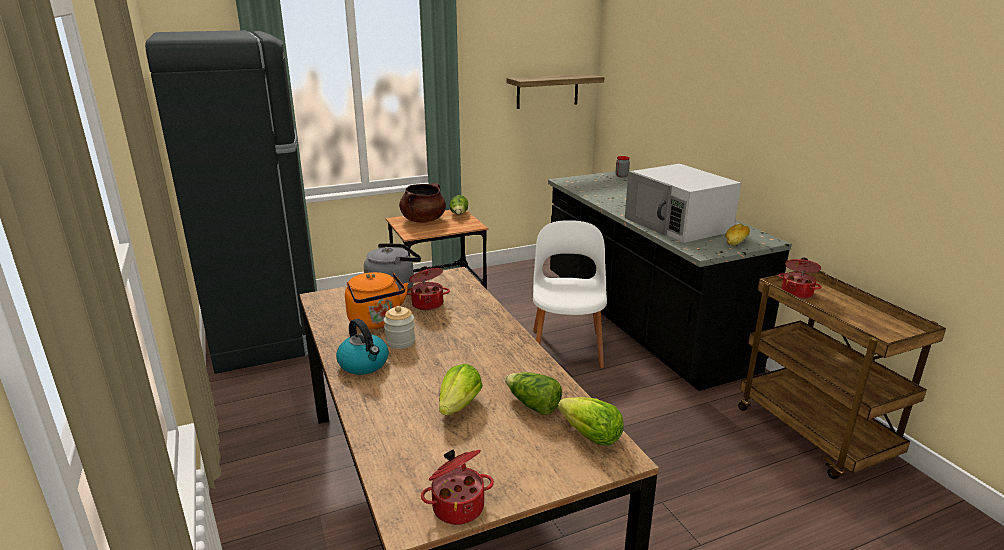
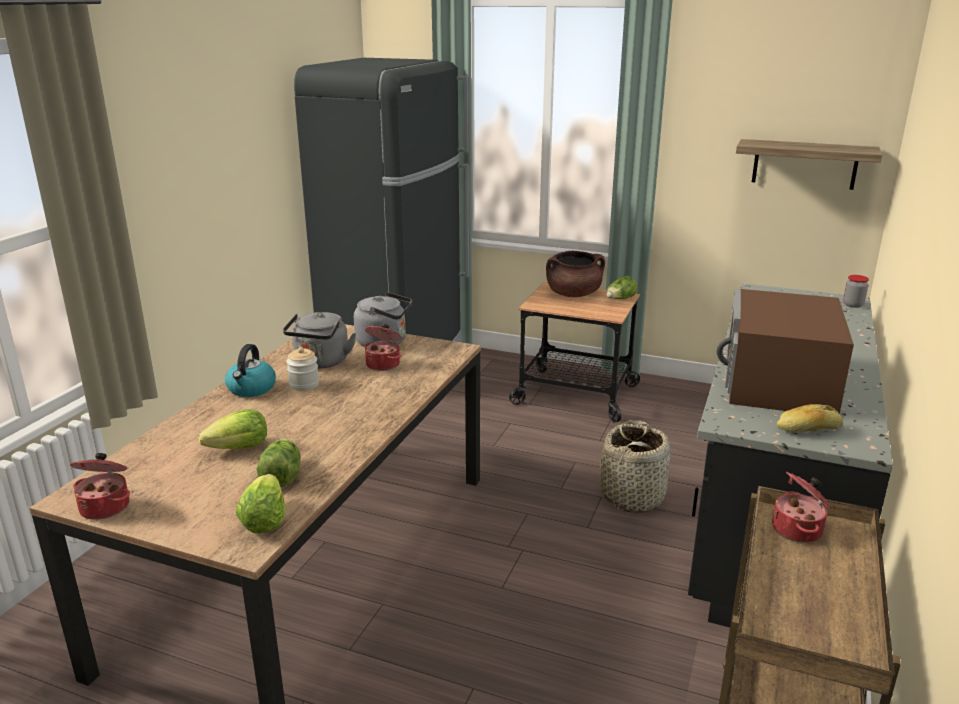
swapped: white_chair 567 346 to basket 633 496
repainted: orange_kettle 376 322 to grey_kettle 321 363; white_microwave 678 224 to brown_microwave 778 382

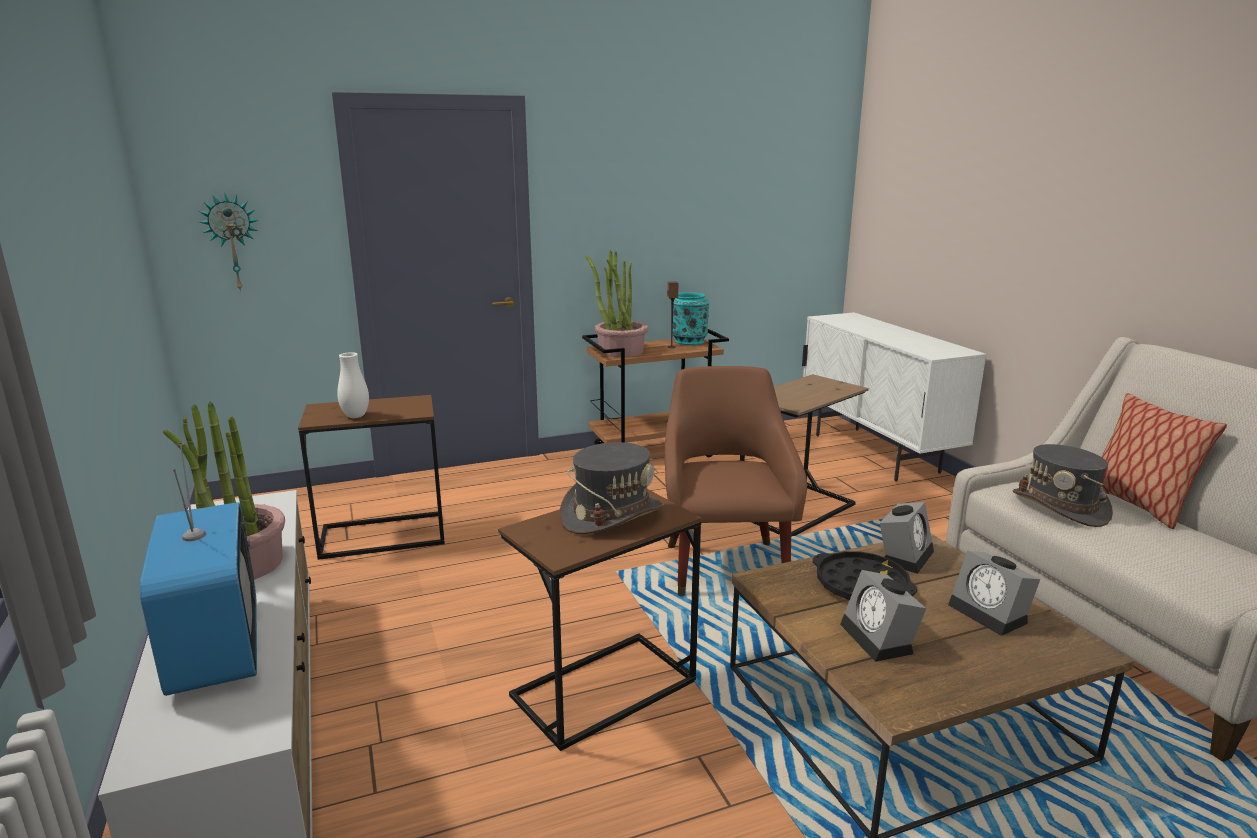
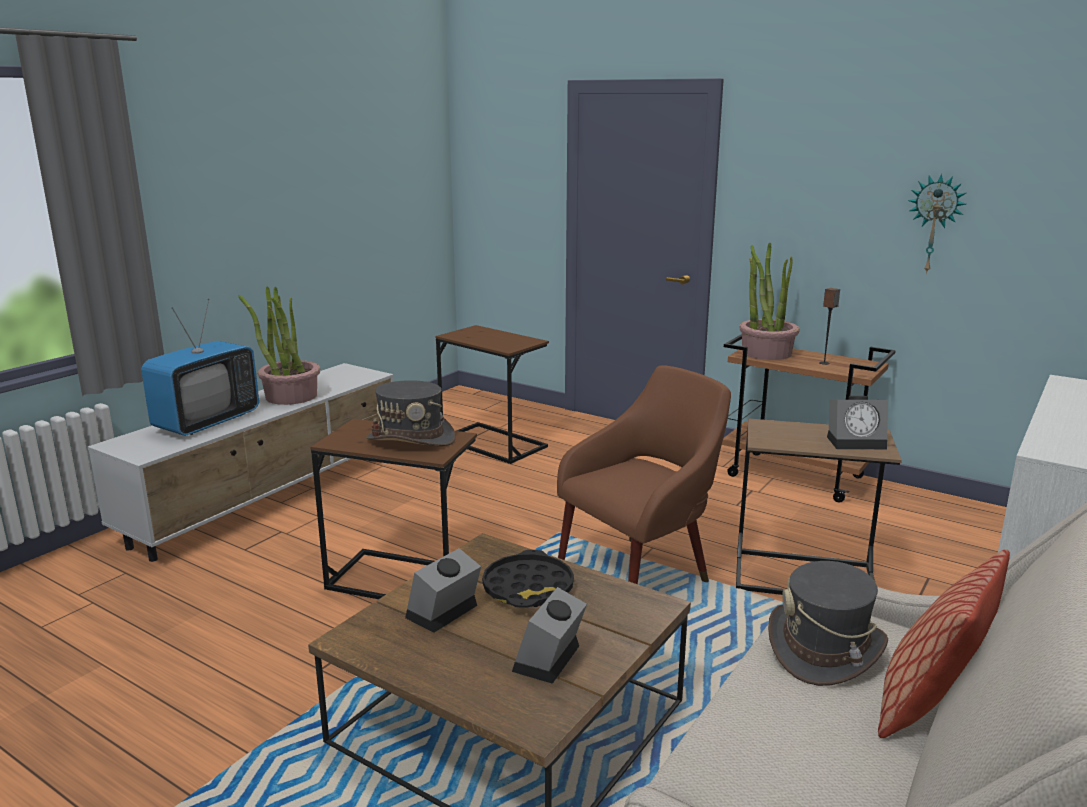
gone: white_vase 355 416; turquoise_vase 689 341
shifted: wall_clock 233 243 to 934 224; alarm_clock 905 555 to 857 441

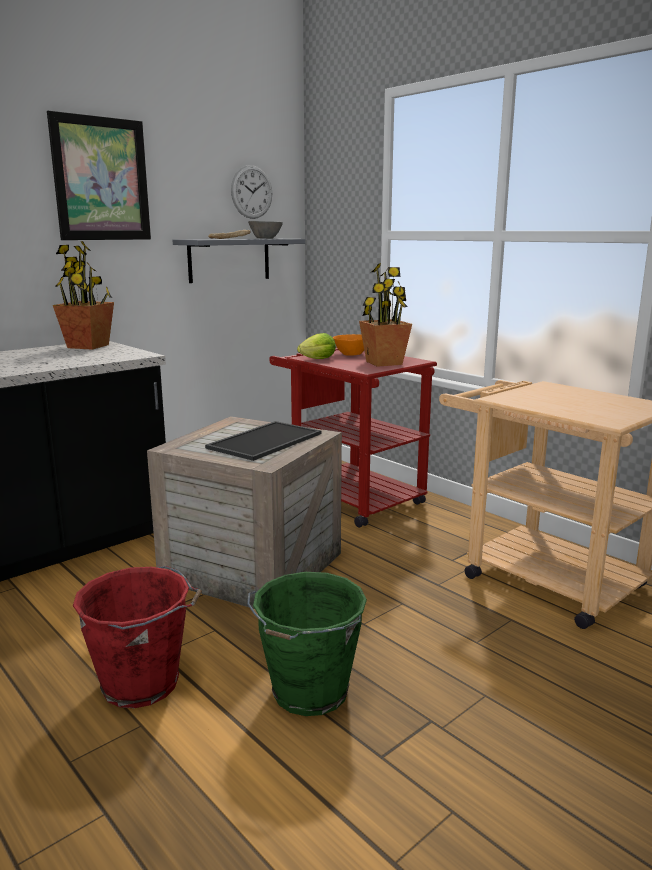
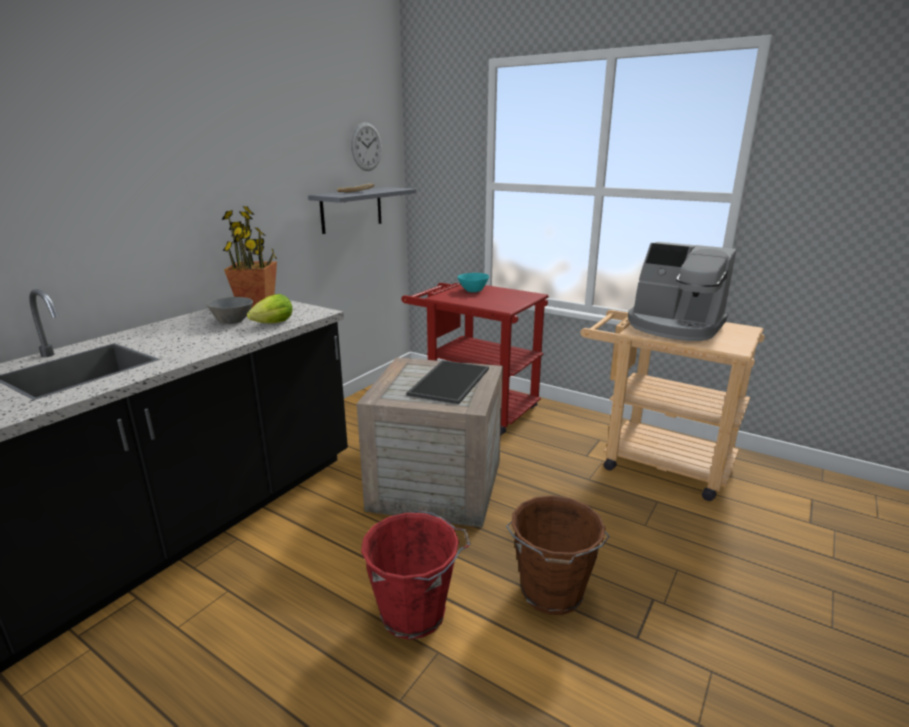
gone: picture 101 179; potted_plant 383 363
new: coffee_machine 674 326
shifted: grey_bowl 266 238 to 233 321; lettuce 316 359 to 271 324
repainted: green_bucket 308 693 to brown_bucket 551 594; orange_bowl 350 354 to turquoise_bowl 472 290

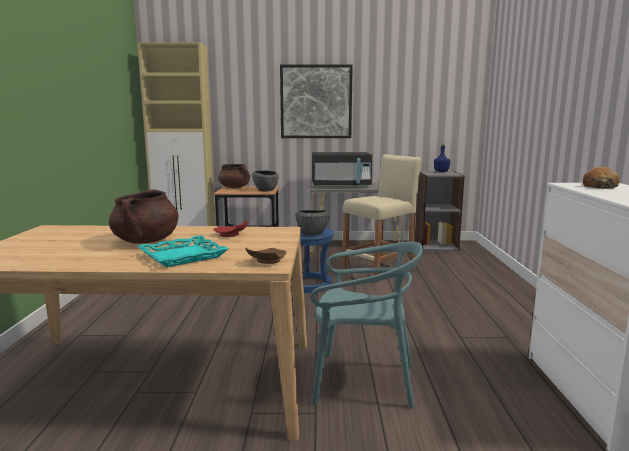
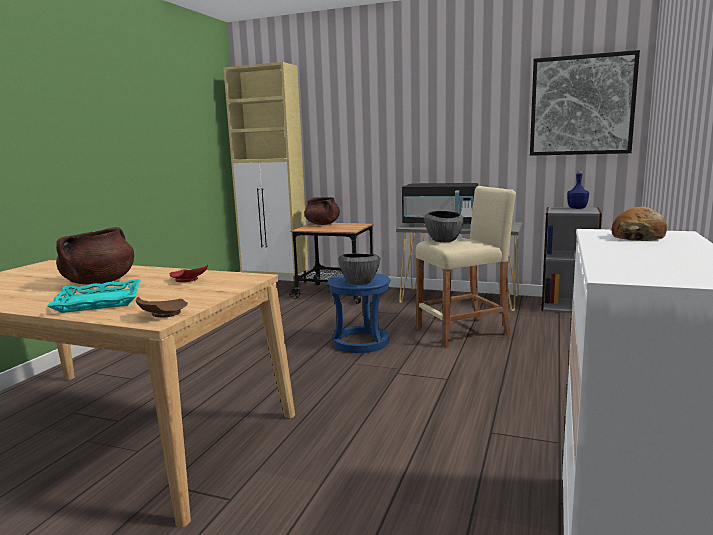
gone: turquoise_chair 363 381
shifted: bowl 265 190 to 443 241; picture 316 102 to 581 105

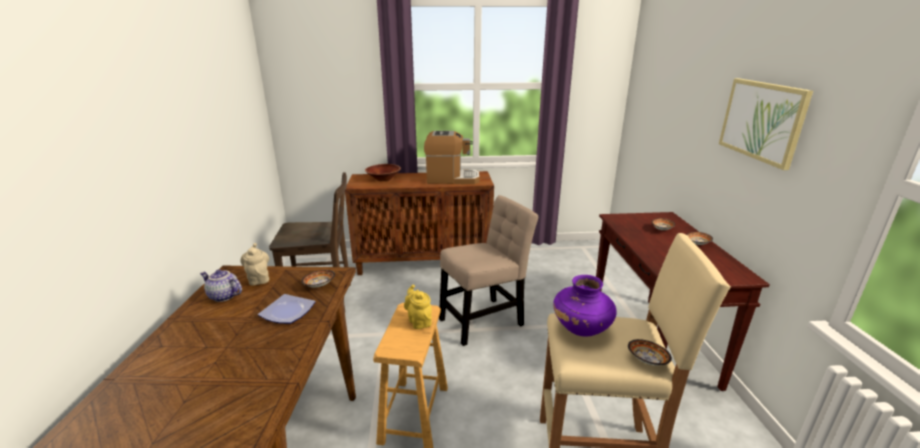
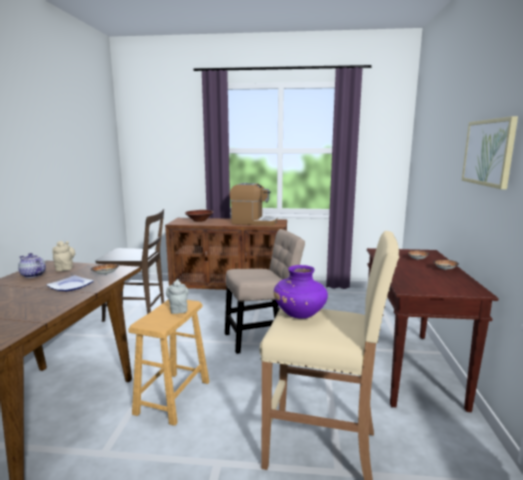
gone: bowl 647 361
repainted: yellow_teapot 419 321 to grey_teapot 178 309

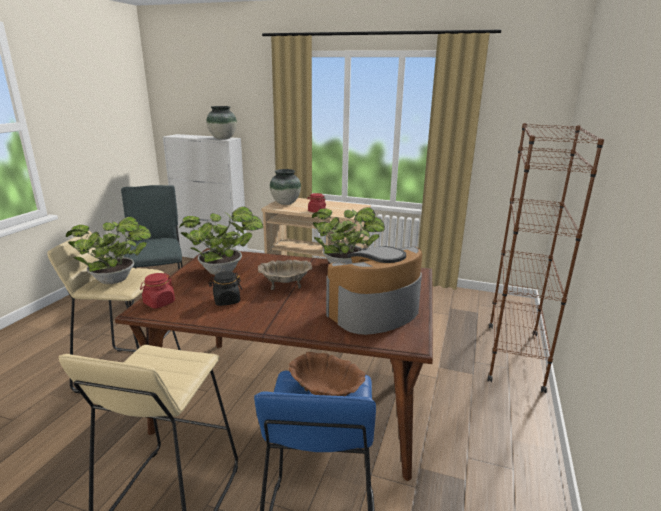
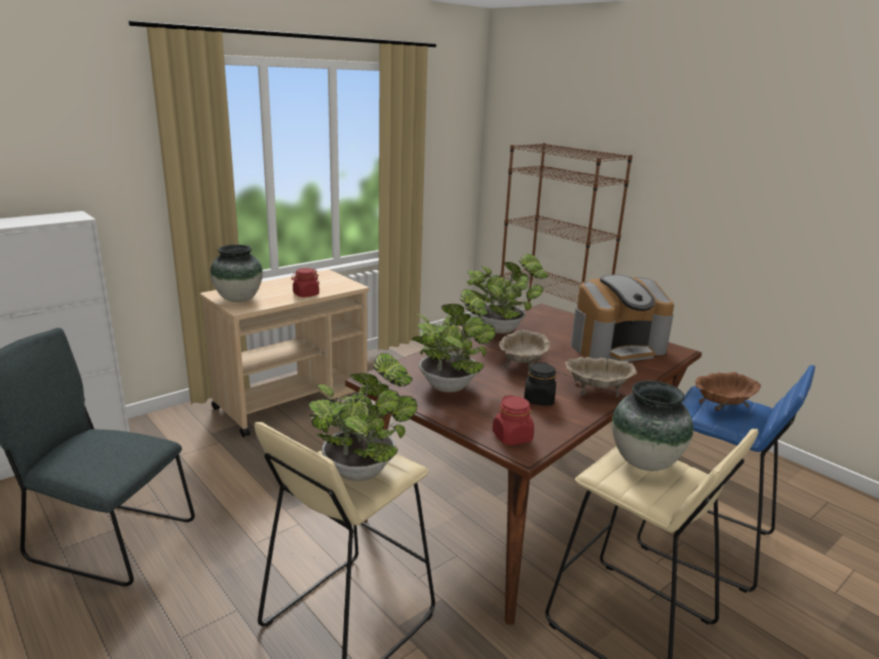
new: beige_bowl 597 390
shifted: vase 223 138 to 644 462
rotated: coffee_machine 374 312 = 616 347 105 degrees counterclockwise

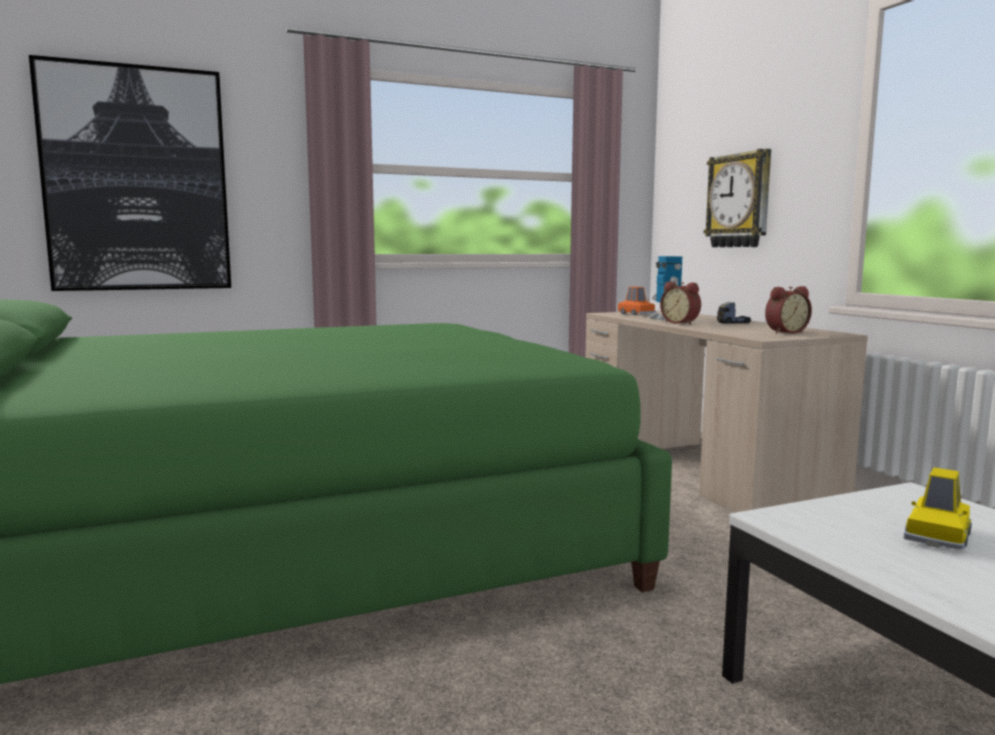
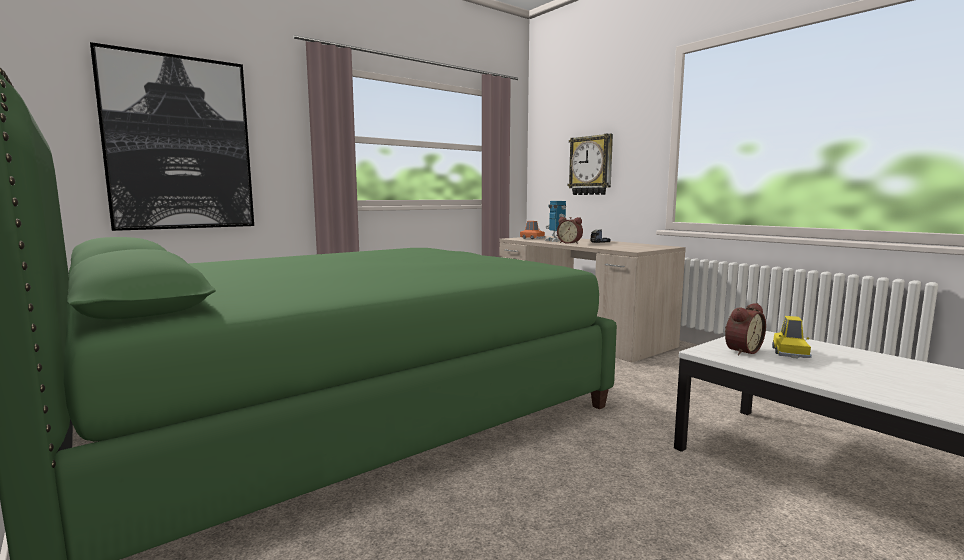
shifted: alarm_clock 784 332 to 741 350

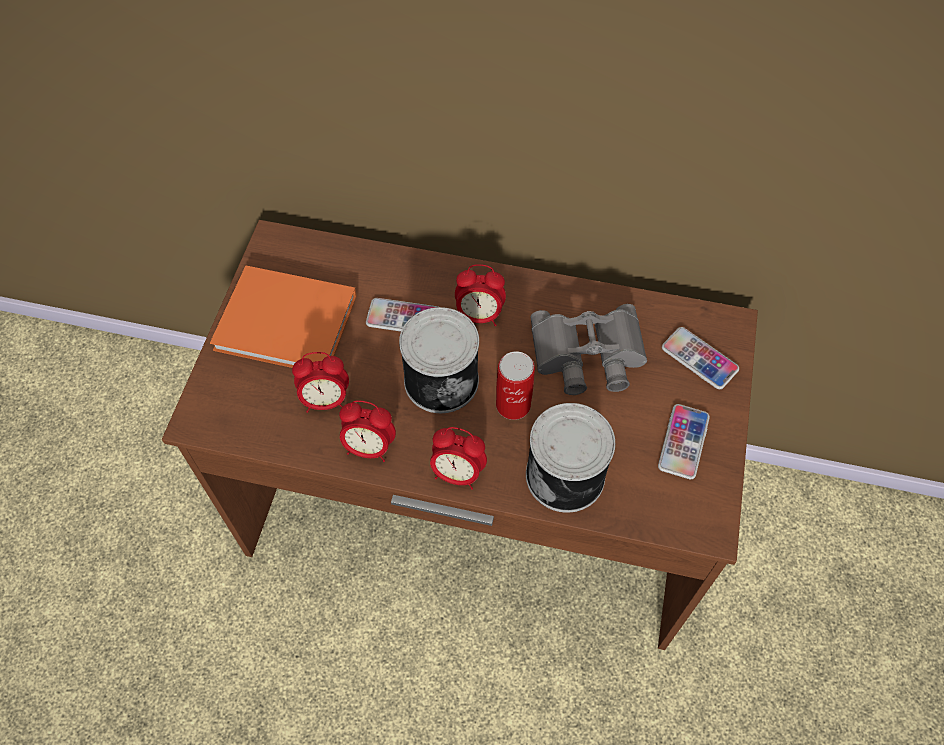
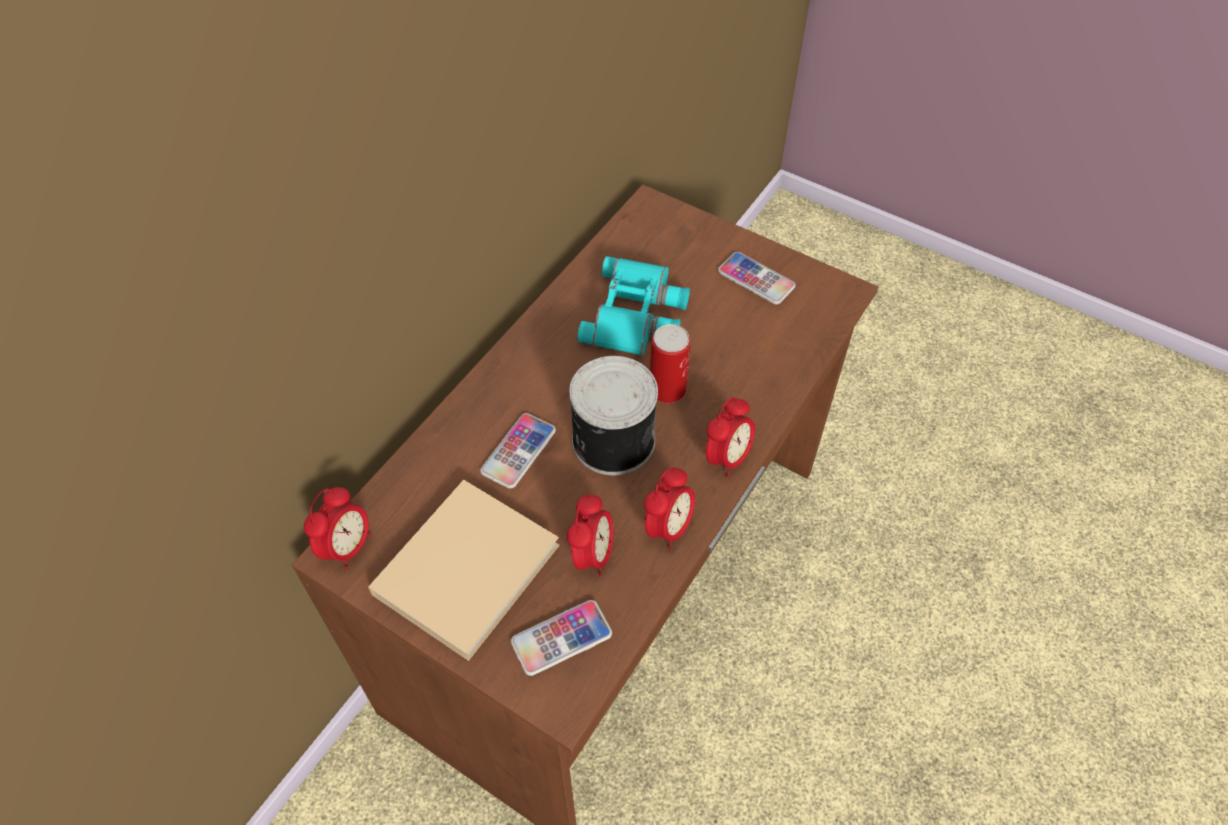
gone: can 567 474
shifted: alarm_clock 479 315 to 347 547; phone 699 359 to 561 638
repainted: orange_book 290 323 to beige_book 470 566; grey_binoculars 587 356 to turquoise_binoculars 637 314

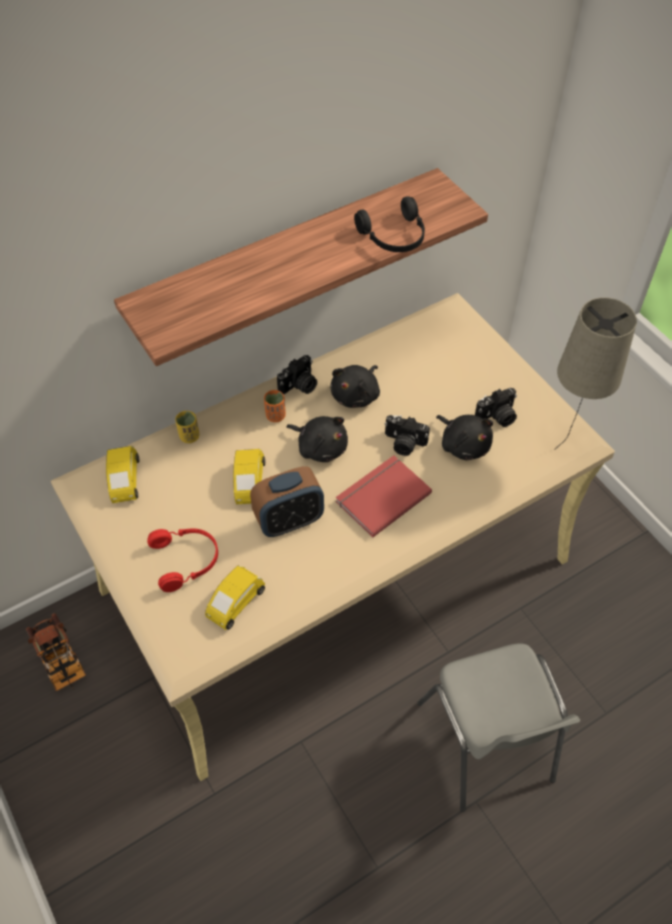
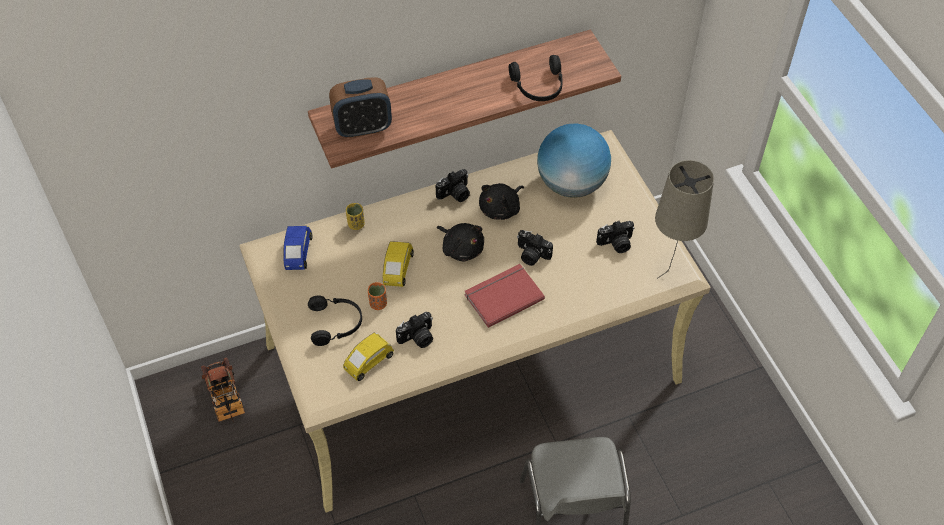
gone: black_plush_toy 463 444
new: photo_camera 417 338; globe 571 184
shifted: alarm_clock 289 520 to 363 127; orange_cup 275 416 to 378 304
repainted: yellow_toy_car 124 481 to blue_toy_car 298 253; red_headphones 186 560 to black_headphones 336 323

